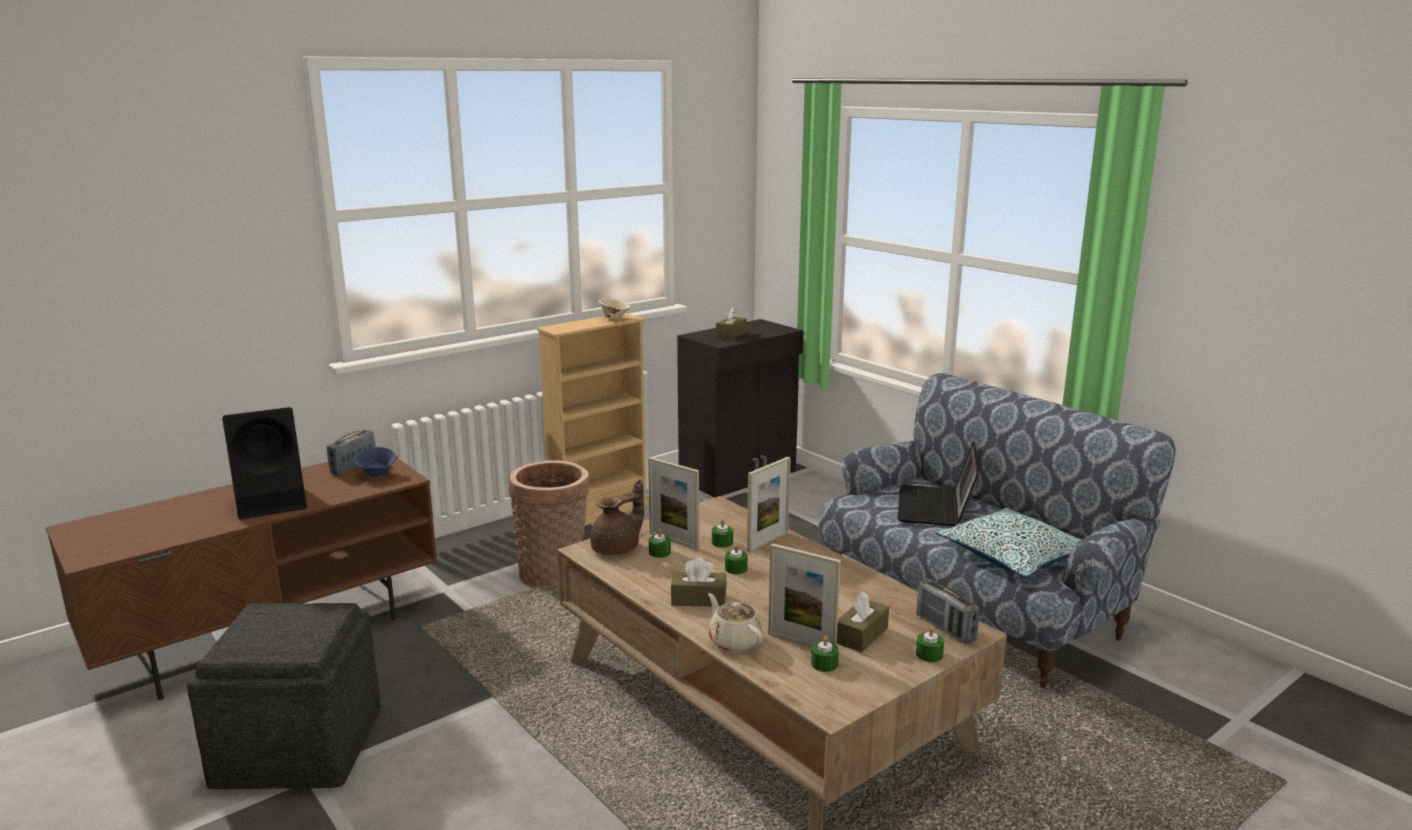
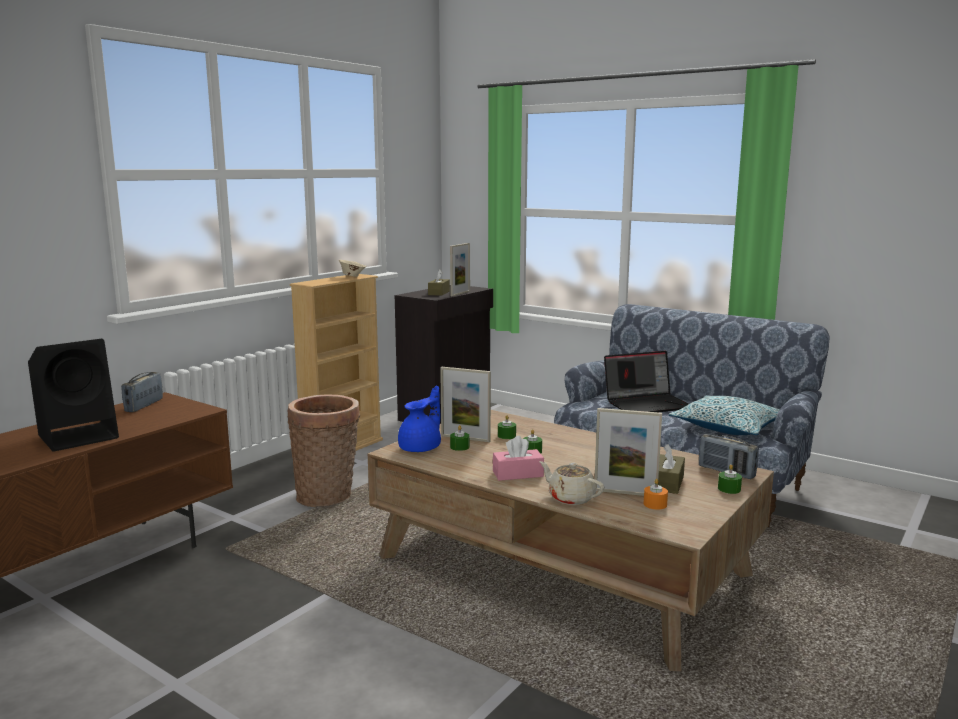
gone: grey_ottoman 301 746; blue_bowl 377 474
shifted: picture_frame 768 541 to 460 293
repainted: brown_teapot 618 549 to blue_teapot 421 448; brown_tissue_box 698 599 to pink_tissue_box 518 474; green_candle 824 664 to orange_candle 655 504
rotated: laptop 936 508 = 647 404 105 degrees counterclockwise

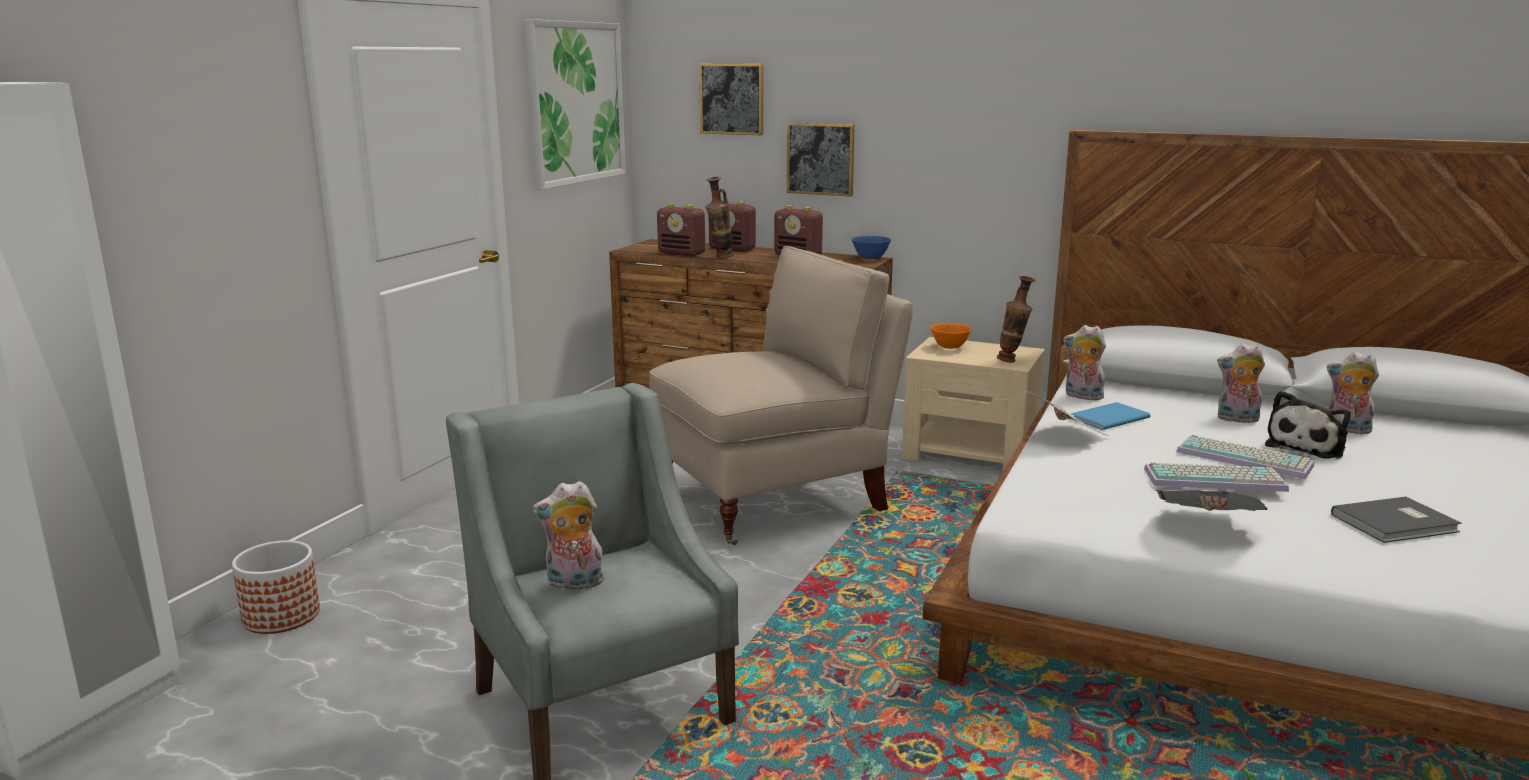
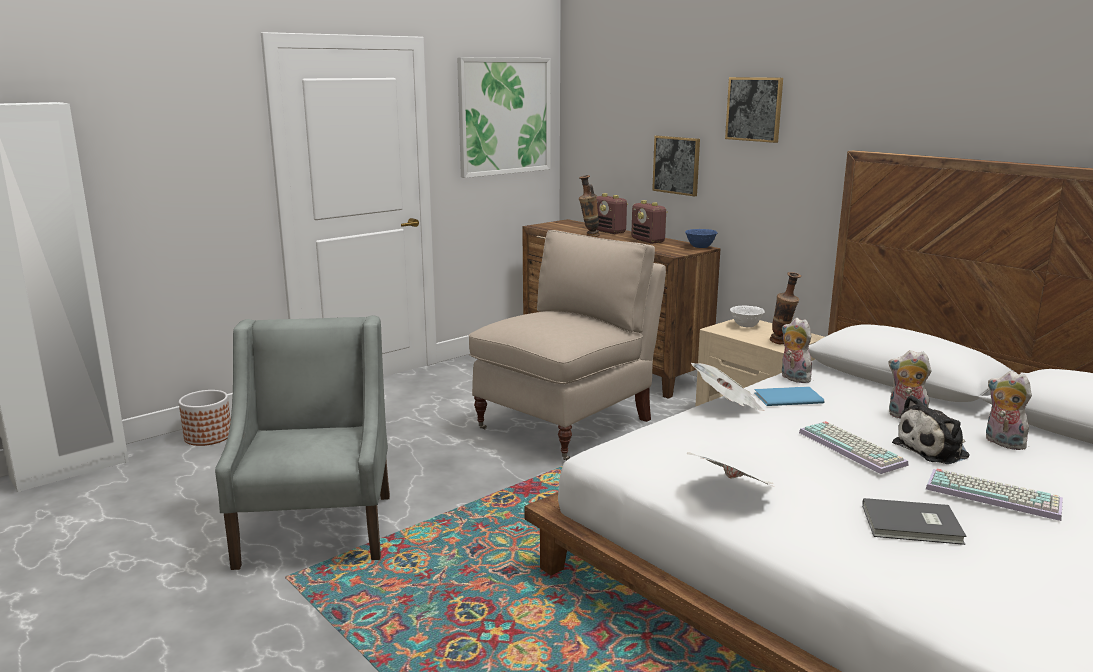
gone: plush_toy 574 584; radio 682 254
shifted: picture 732 99 to 754 109; keyboard 1215 479 to 995 495
repainted: orange_bowl 949 347 to white_bowl 745 326
rotated: beige_chair 775 500 = 567 424 45 degrees counterclockwise

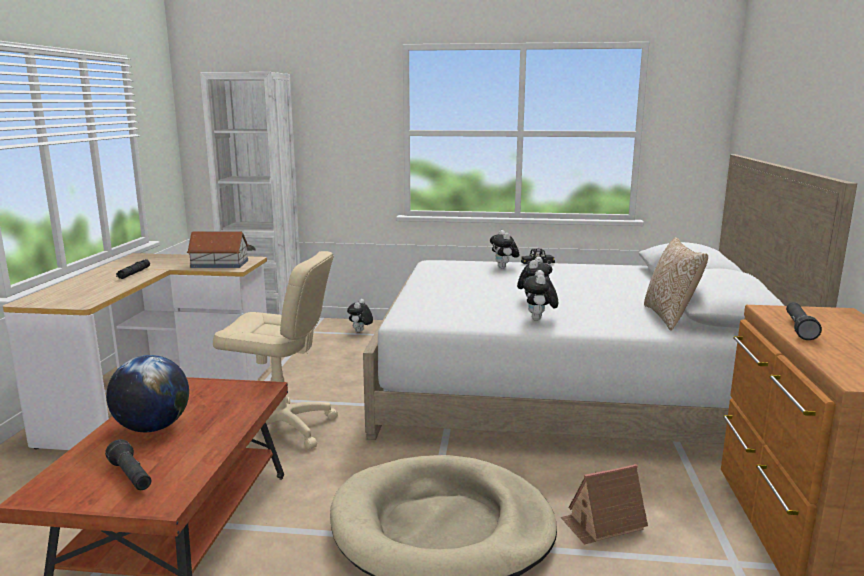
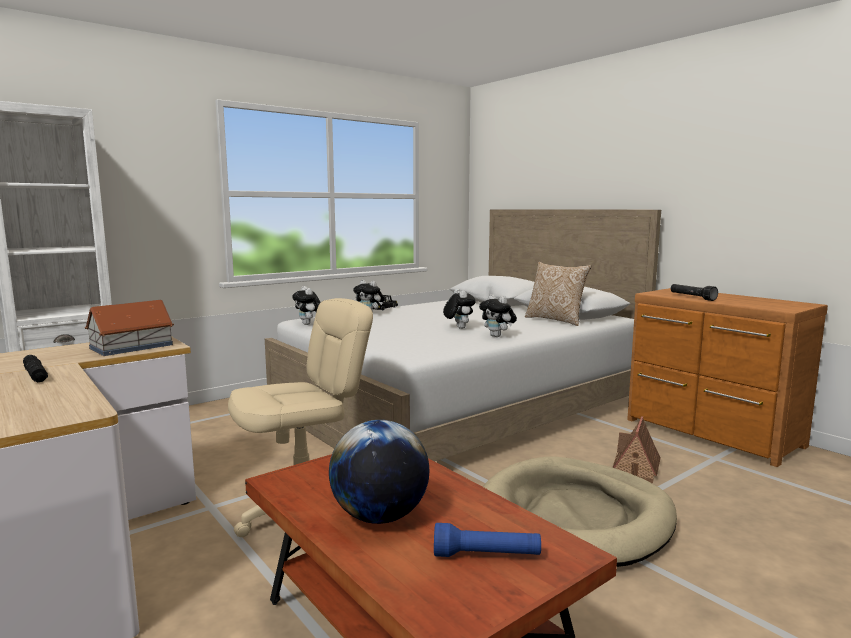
shifted: plush_toy 360 331 to 308 324
repainted: black_flashlight 131 476 to blue_flashlight 486 556

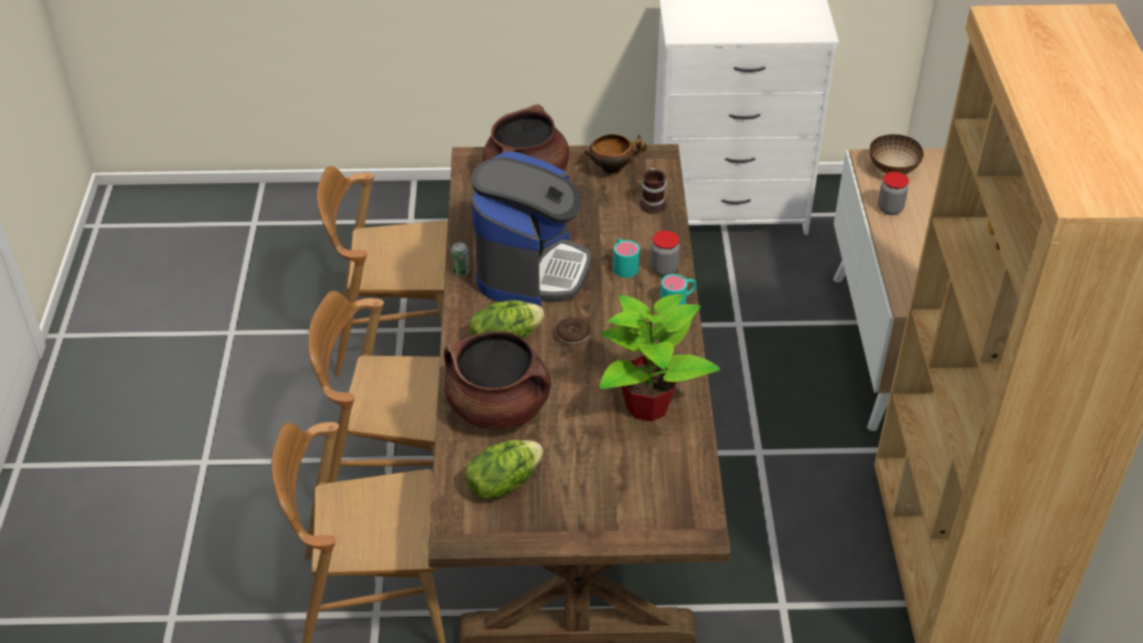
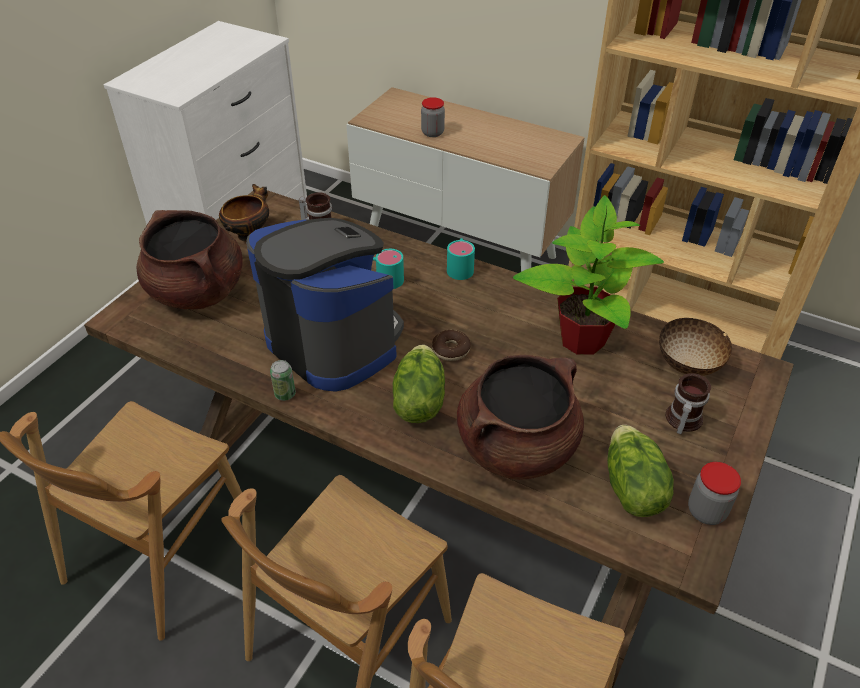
new: mug 681 420
shifted: jar 664 269 to 706 511; bowl 892 169 to 688 366

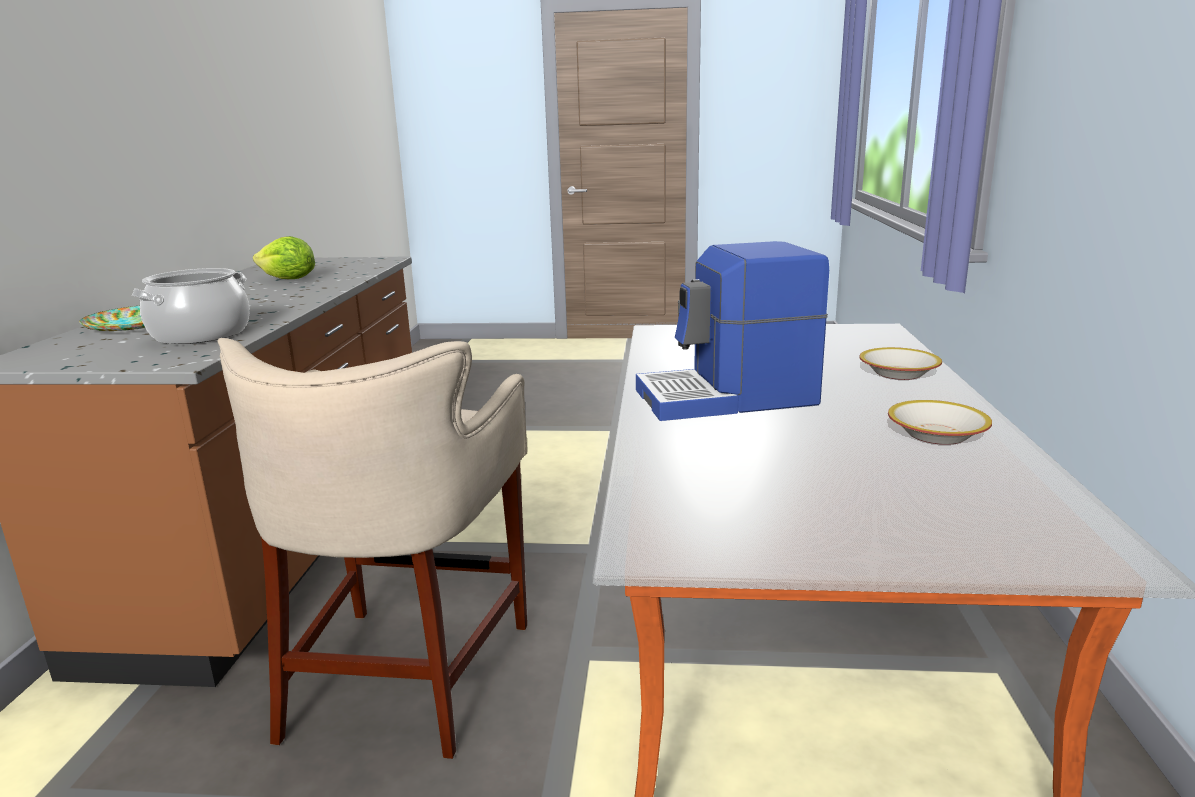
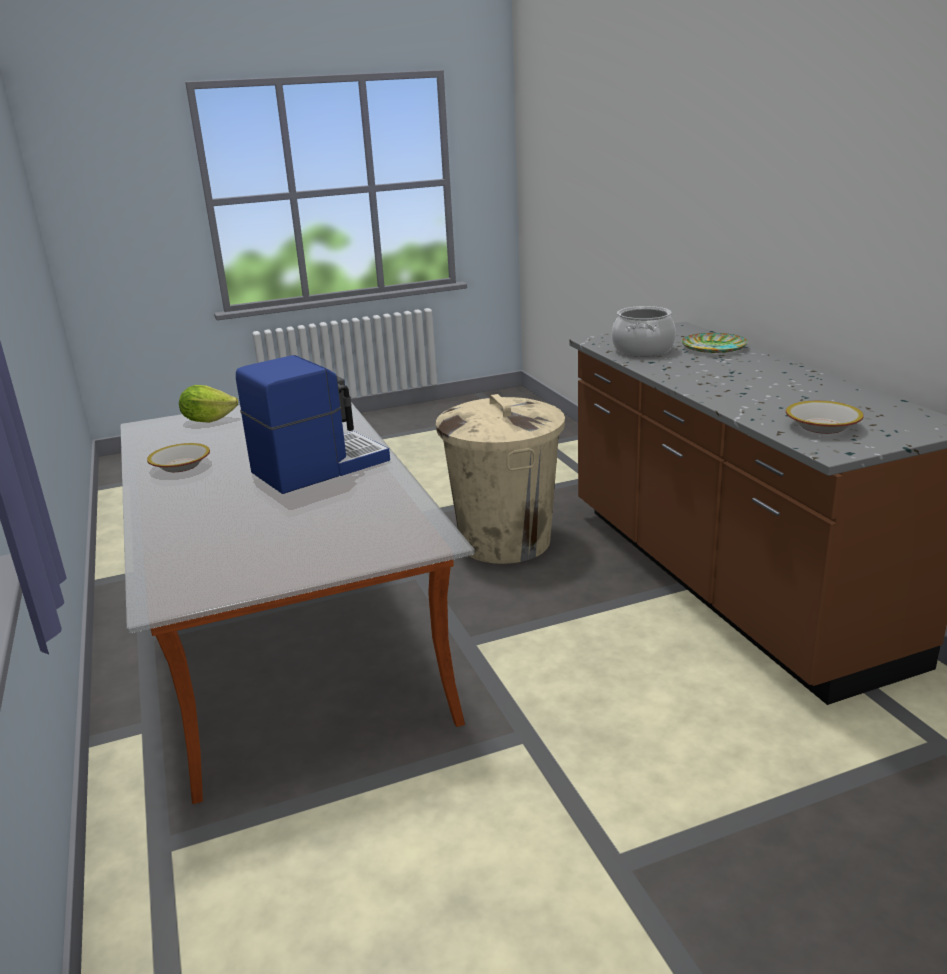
shifted: lettuce 288 280 to 208 420; bowl 899 373 to 821 426
swapped: beige_stool 408 674 to beige_trash_can 505 541

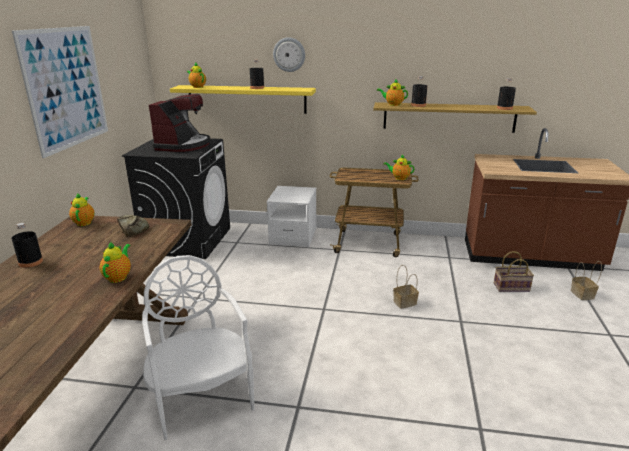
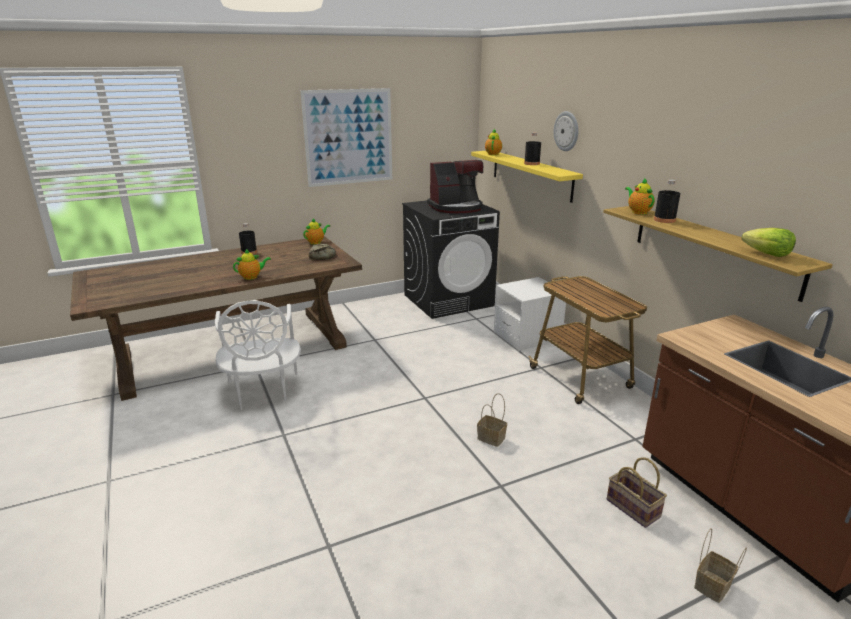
gone: teapot 399 178
swapped: black_bottle 504 108 to lettuce 767 254
rotated: white_chair 202 398 = 263 392 135 degrees clockwise

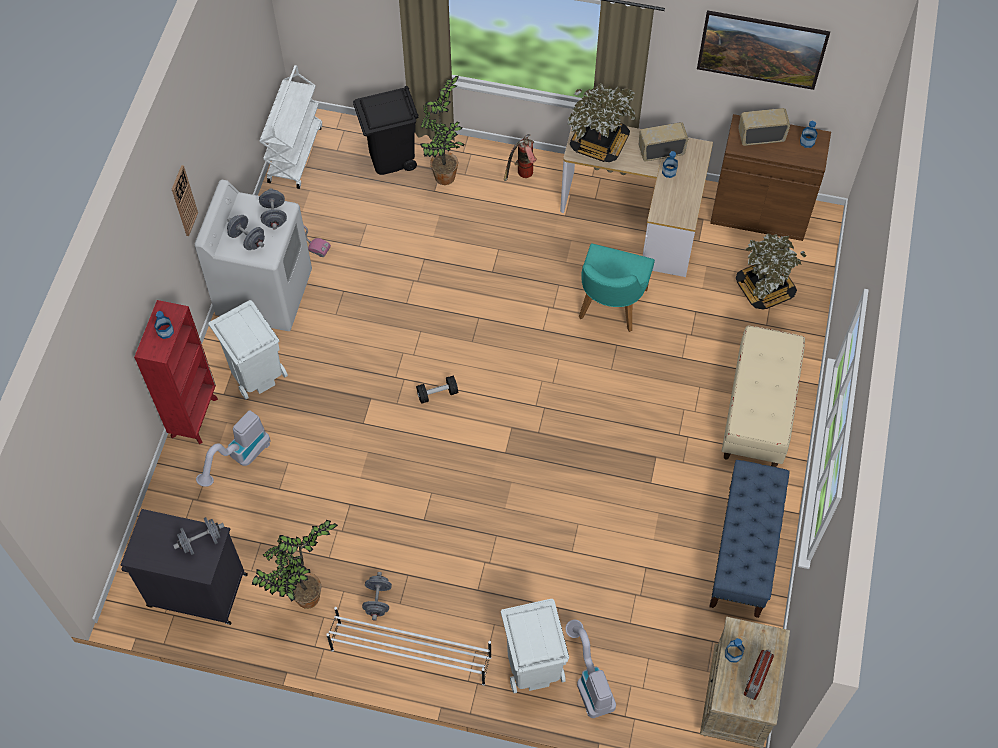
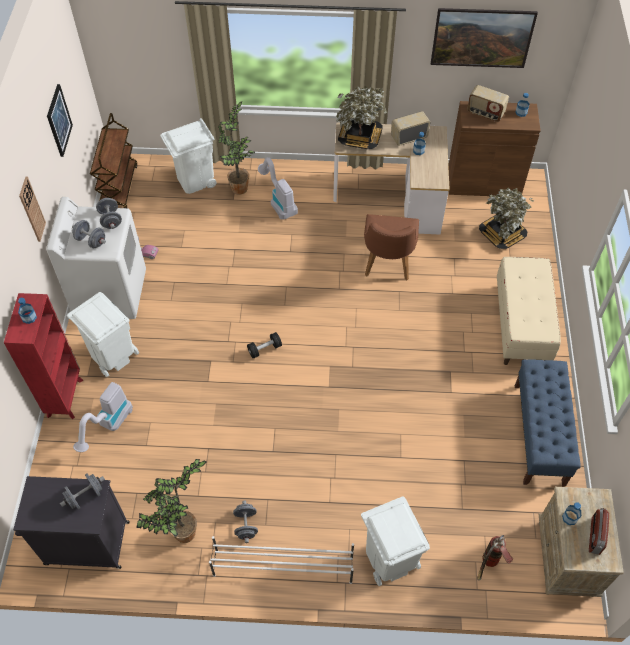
new: picture 59 120
shifted: fire_extinguisher 522 176 to 488 565; vacuum_cleaner 589 681 to 278 202
repainted: white_cart 295 153 to brown_cart 119 187; black_trash_can 391 157 to white_trash_can 195 180; turquoise_chair 609 309 to brown_chair 387 265
rotated: radio 761 136 = 485 113 135 degrees counterclockwise

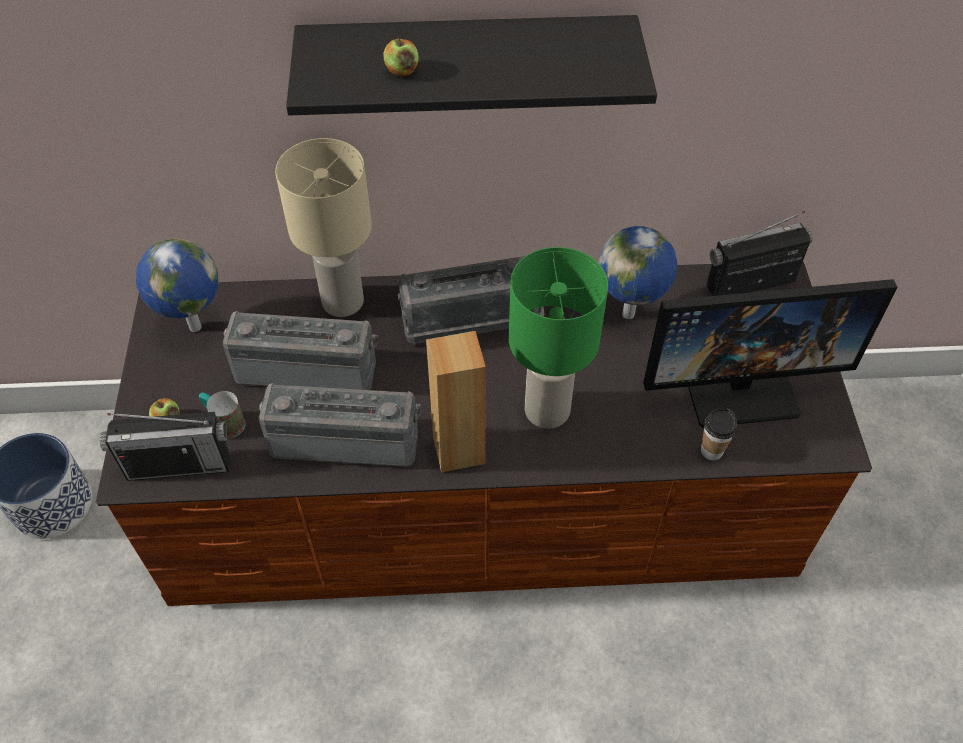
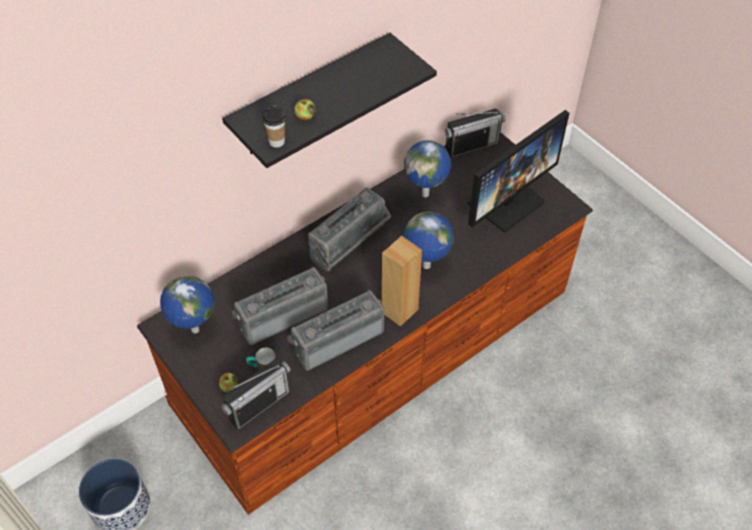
gone: beige_table_lamp 342 301
shifted: cup 711 451 to 276 141
swapped: green_table_lamp 546 411 to globe 426 266
rotated: radio 750 283 = 471 146 150 degrees counterclockwise

